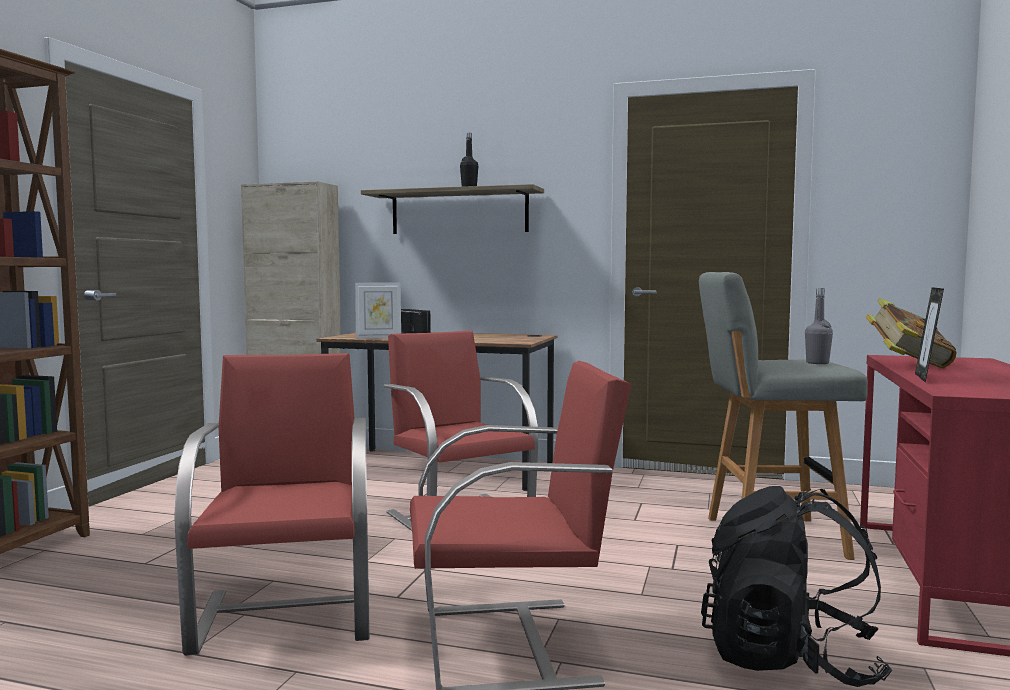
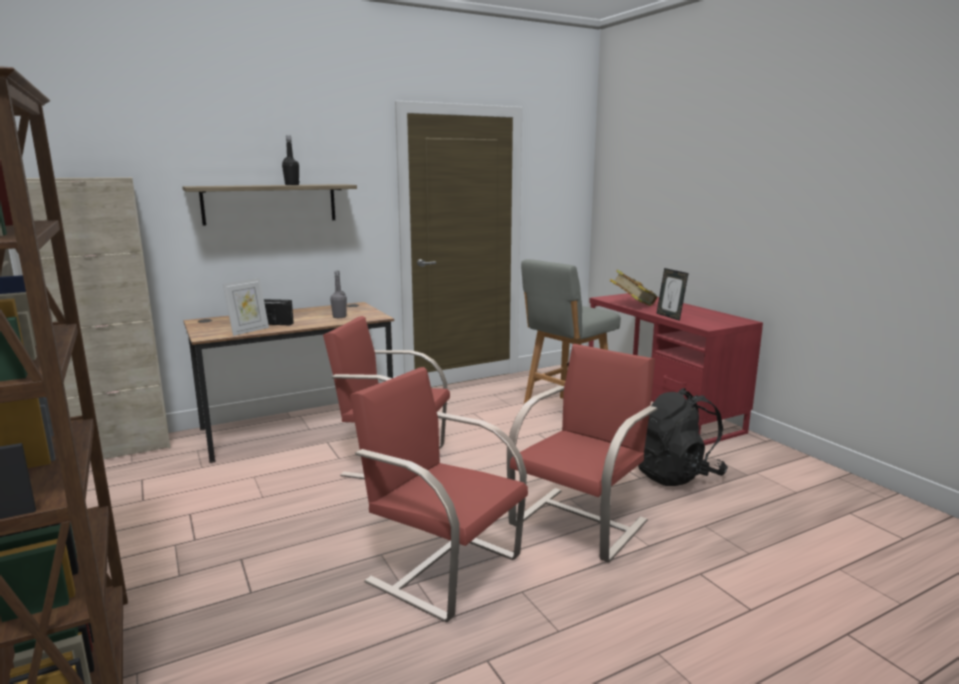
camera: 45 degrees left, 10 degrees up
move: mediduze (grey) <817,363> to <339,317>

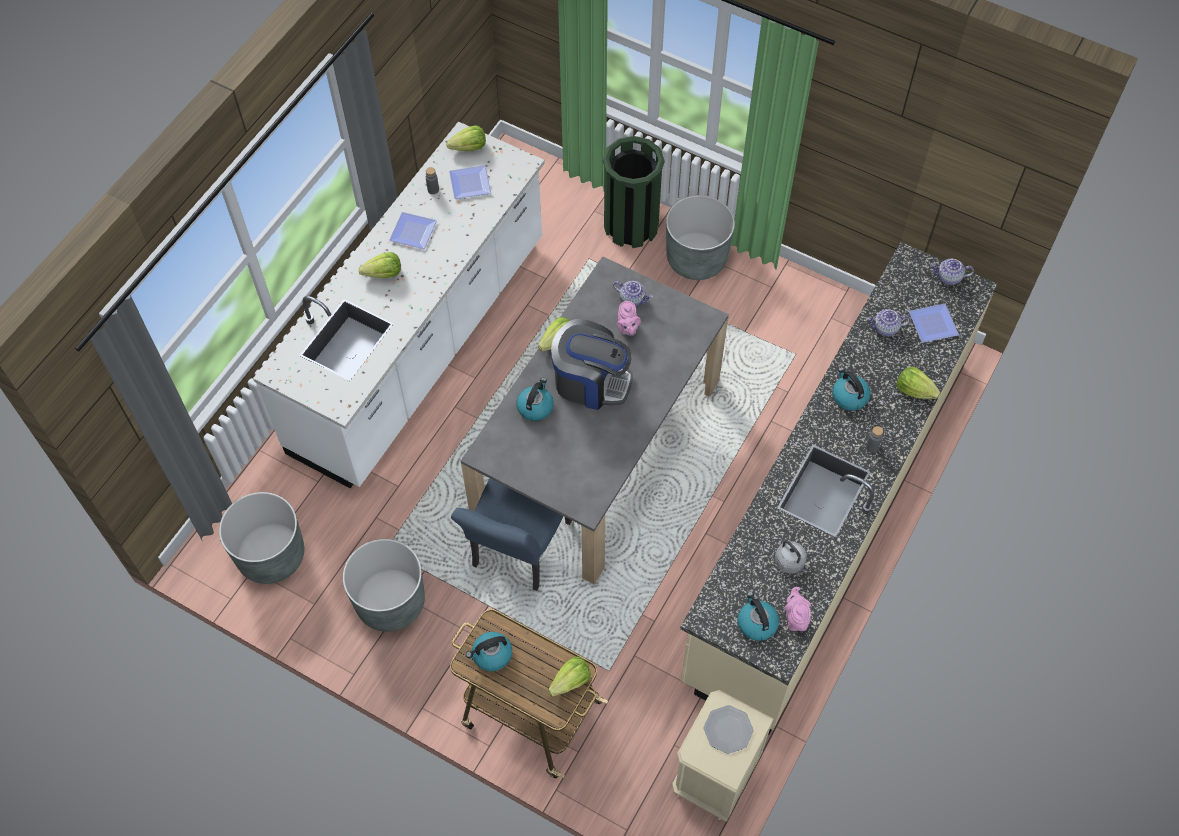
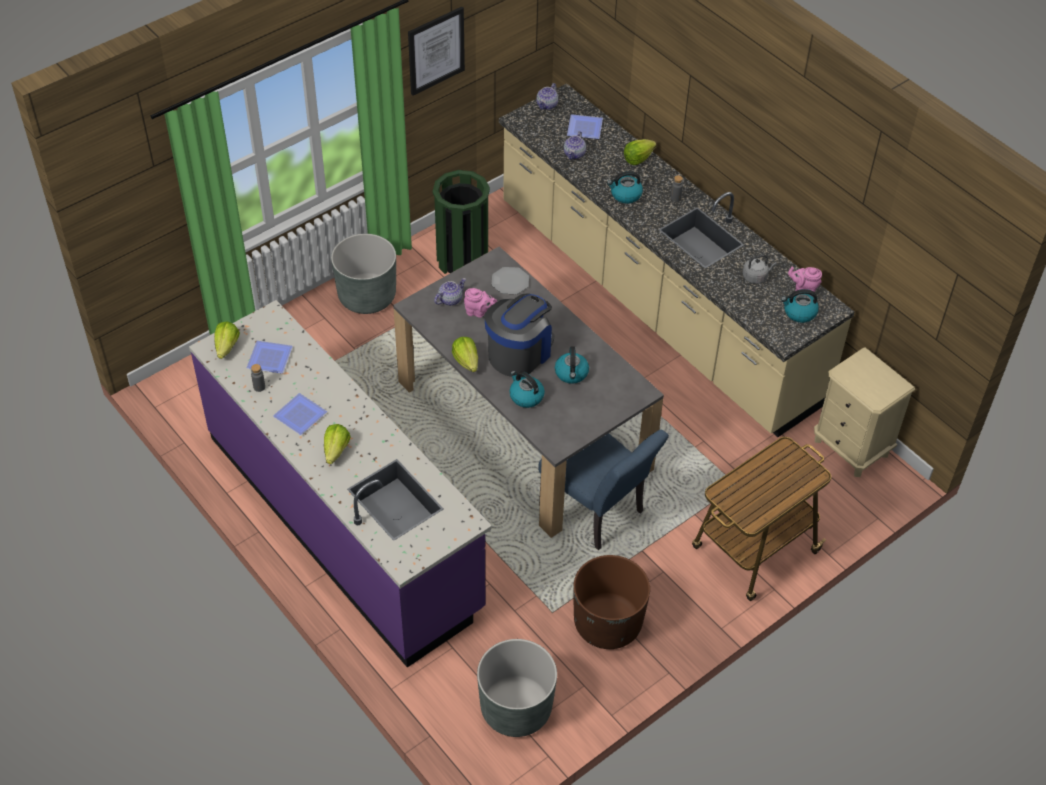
camera: 70 degrees left, 10 degrees down
delete: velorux <570,681>
insert: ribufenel <436,50>
move: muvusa <491,655> to <571,373>; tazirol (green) <631,226> to <462,260>; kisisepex <728,730> to <510,281>
recolor: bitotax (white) <421,346> to bitotax (purple) <344,521>; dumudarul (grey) <390,602> to dumudarul (brown) <607,623>

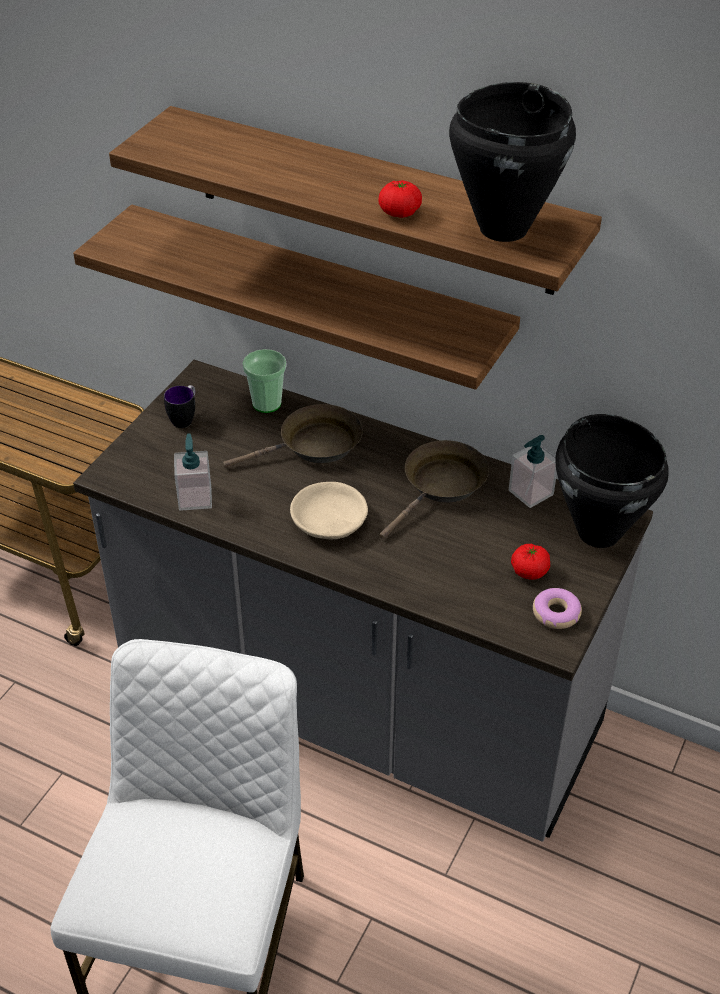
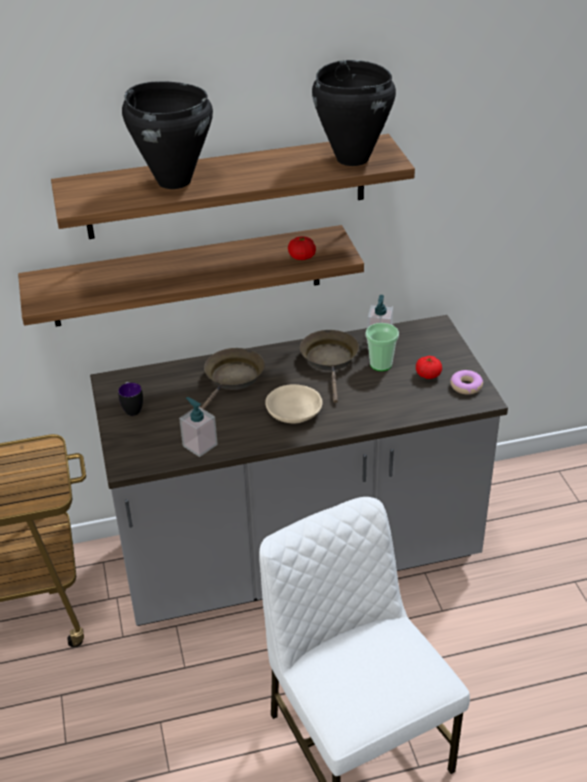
camera: 40 degrees left, 5 degrees down
move: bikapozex <266,403> to <381,364>; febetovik <399,212> to <302,257>; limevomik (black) <599,532> to <174,181>

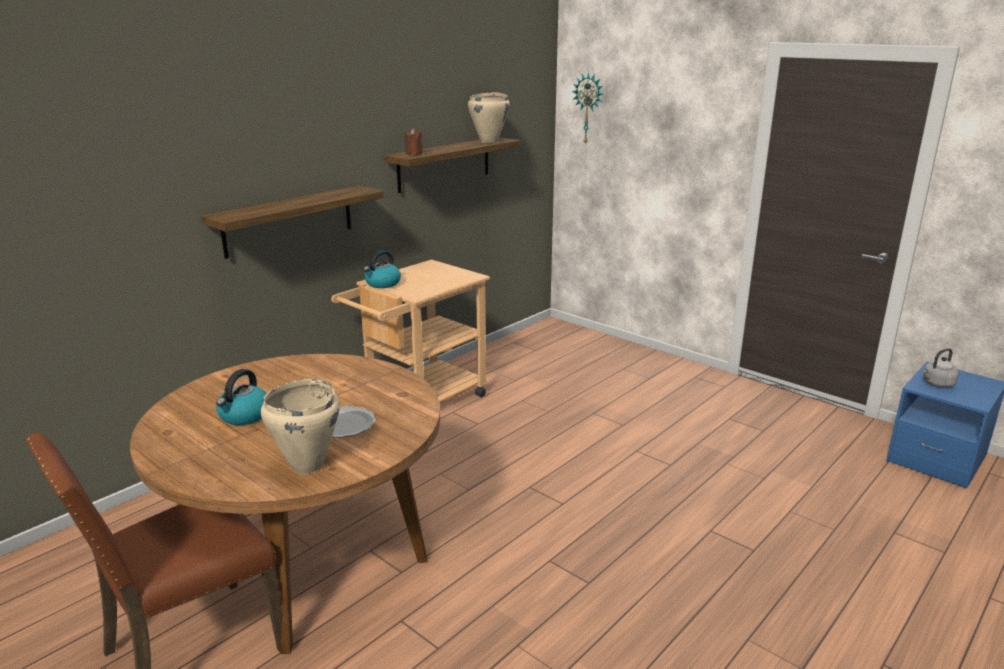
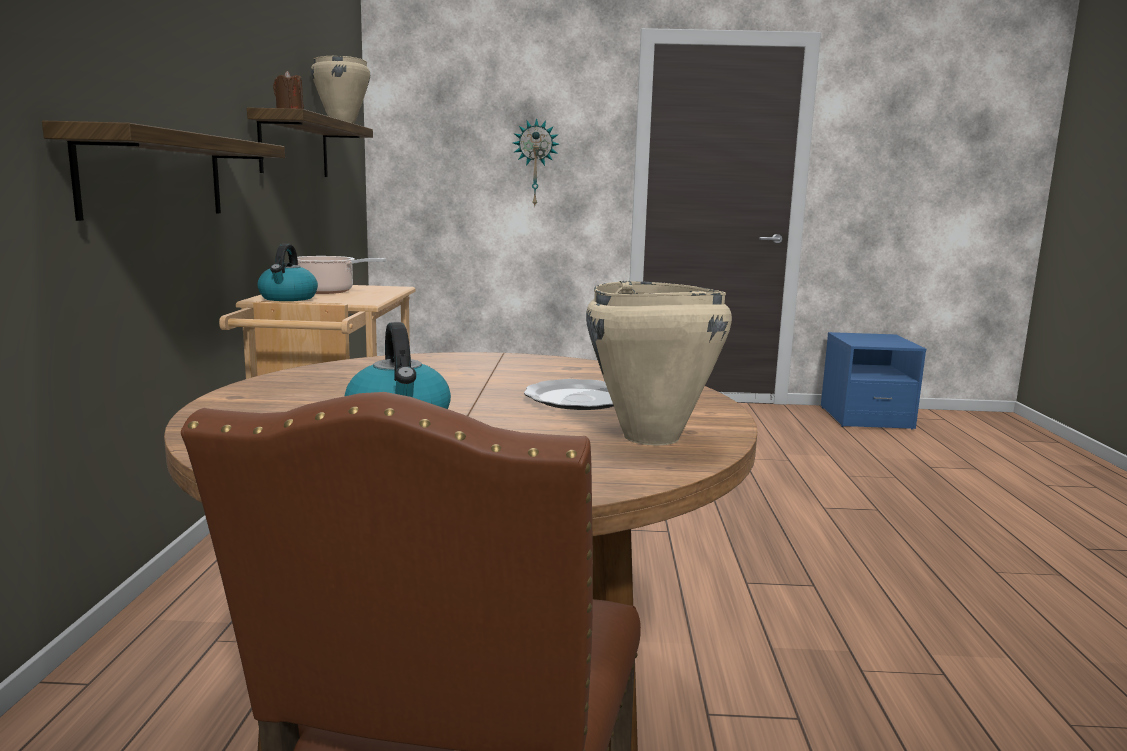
camera: 40 degrees left, 10 degrees down
delete: muvusa (grey) <936,384>
insert: limevomik <328,292>
move: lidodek <588,108> to <535,163>

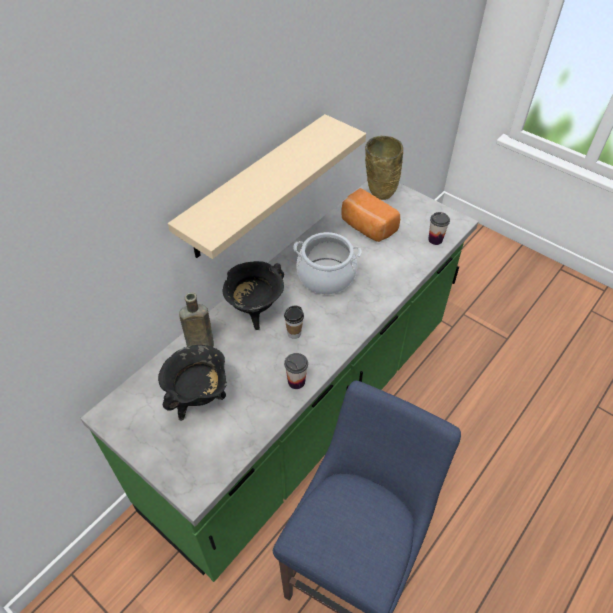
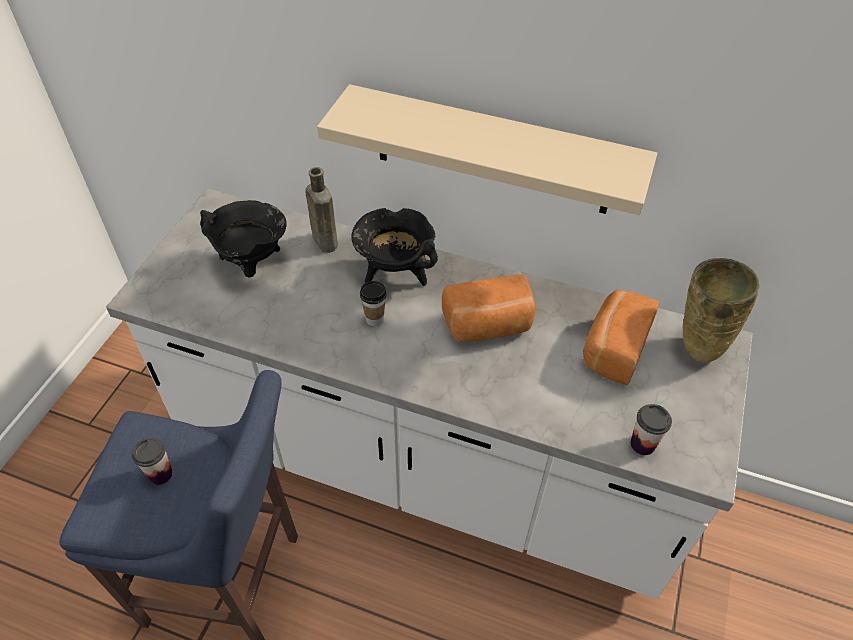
camera: 70 degrees right, 0 degrees up
move: bikapozex <296,381> to <160,474>
replace: limevomik <326,276> to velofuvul <488,326>
recolor: bitotax (green) <305,413> to bitotax (white) <424,465>

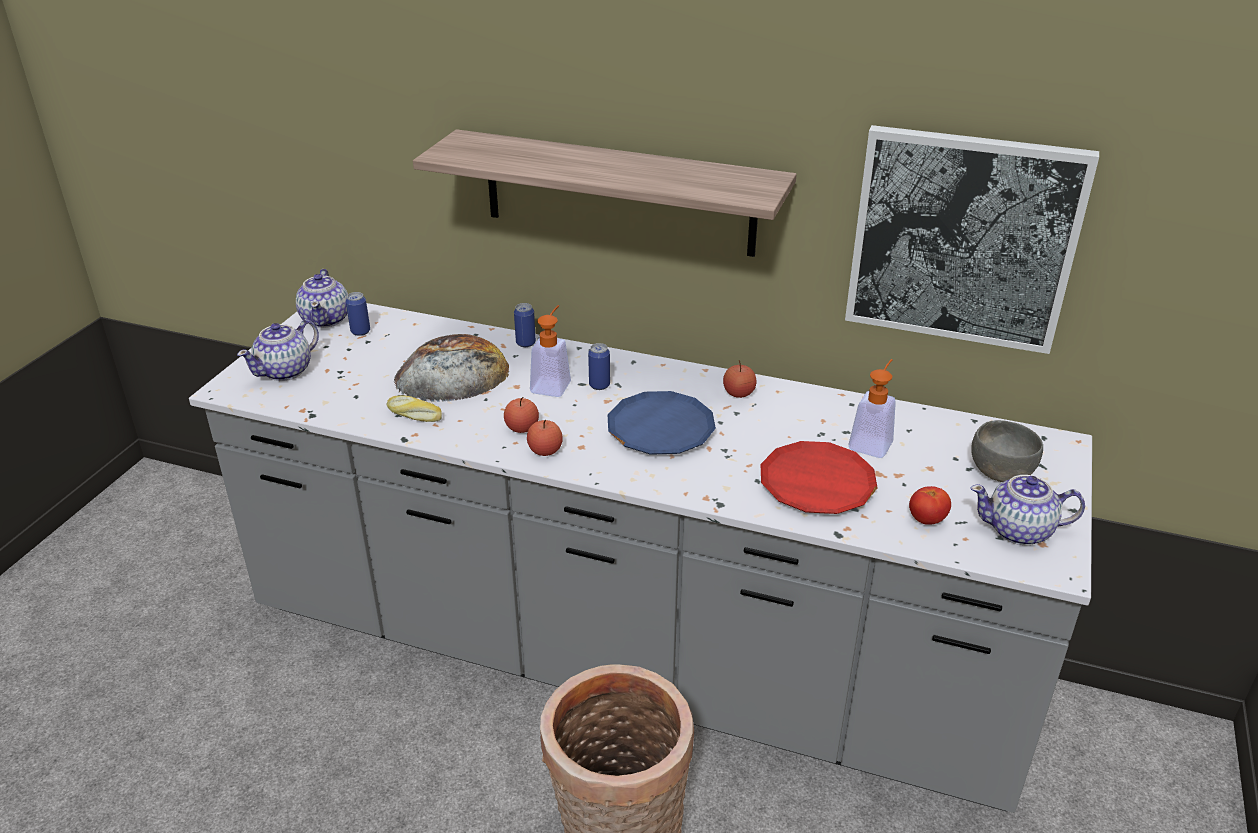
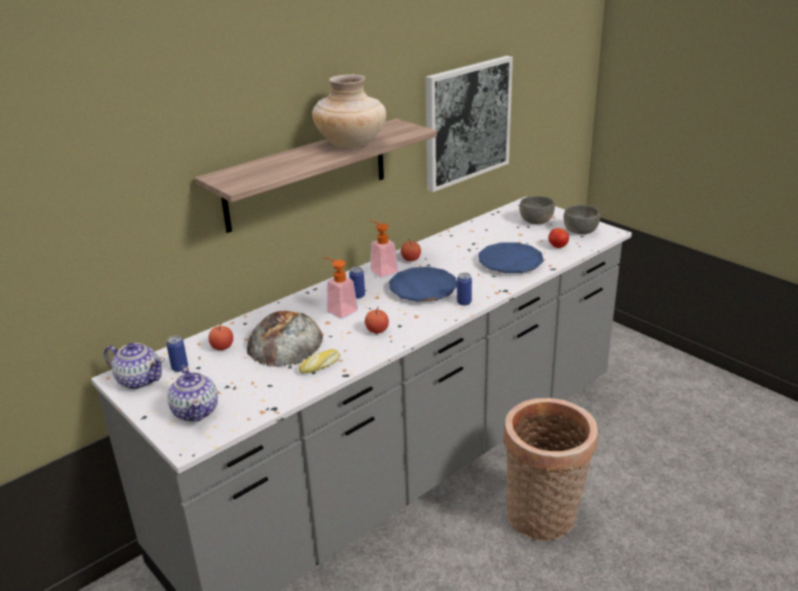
camera: 60 degrees left, 5 degrees down
insert: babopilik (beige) <351,144>
move: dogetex <525,343> to <464,302>; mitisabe <545,451> to <222,347>; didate <872,441> to <381,270>
replace: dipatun <1020,531> to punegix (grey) <580,231>
recolor: kisisepex (red) <817,484> to kisisepex (blue) <510,262>

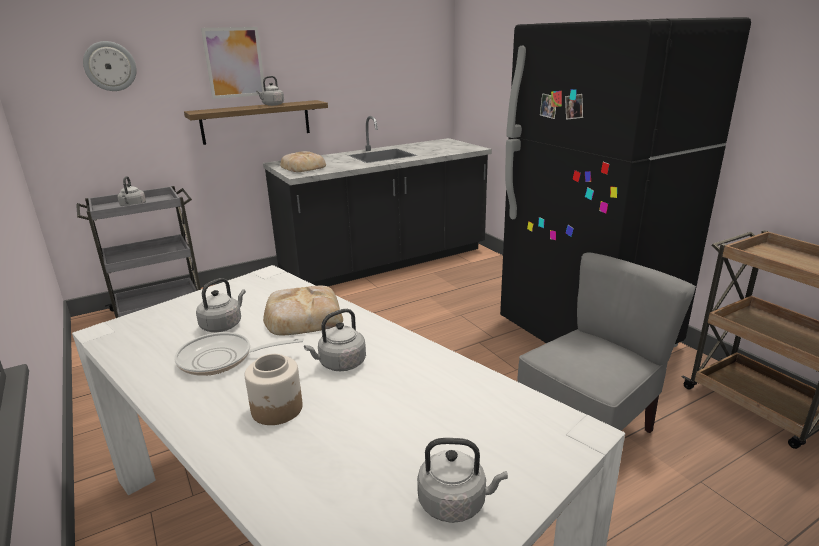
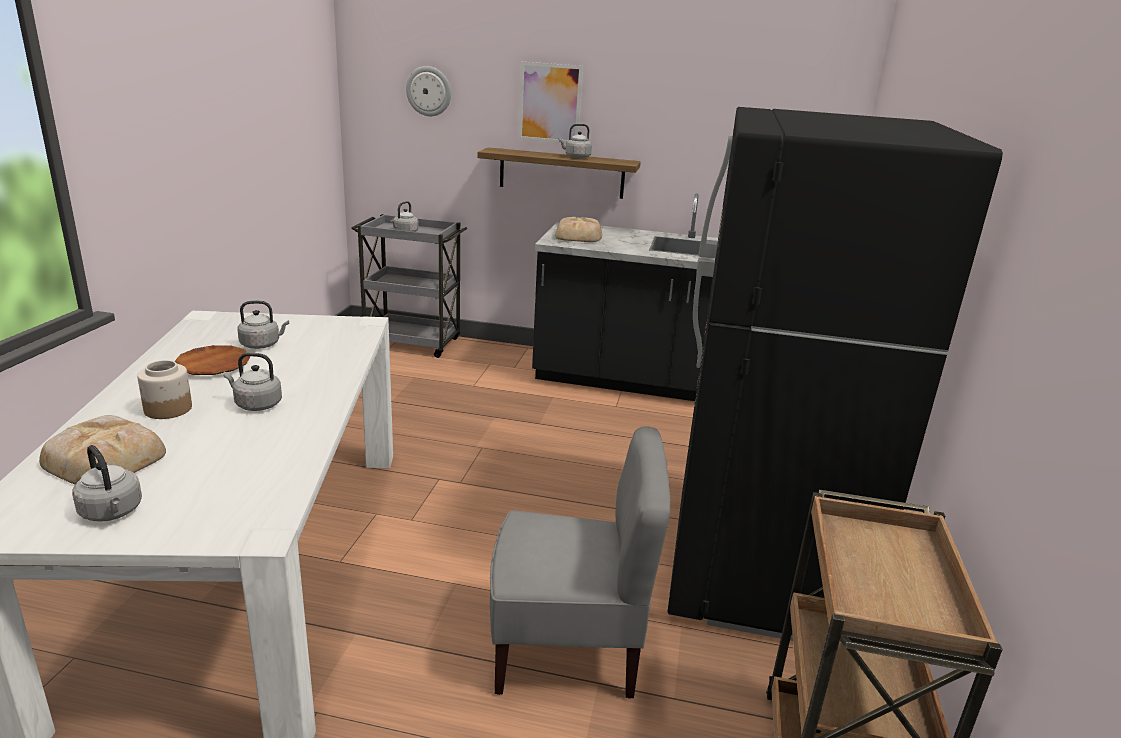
camera: 40 degrees right, 0 degrees up
move: velofuvul <302,317> to <105,459>
replace: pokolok <222,359> to kisisepex (brown) <213,365>

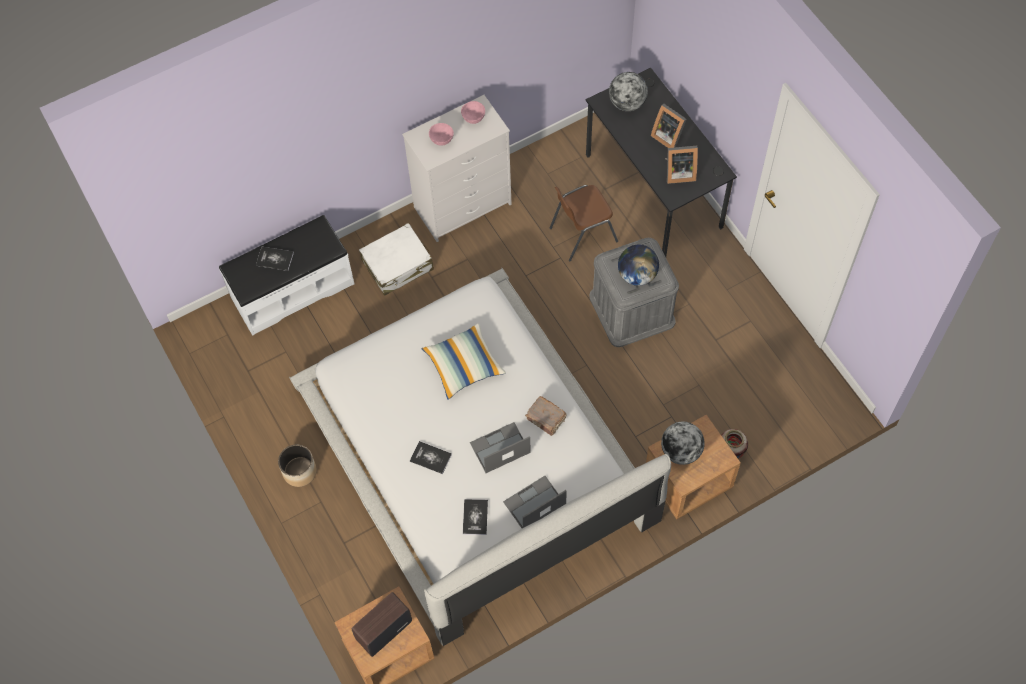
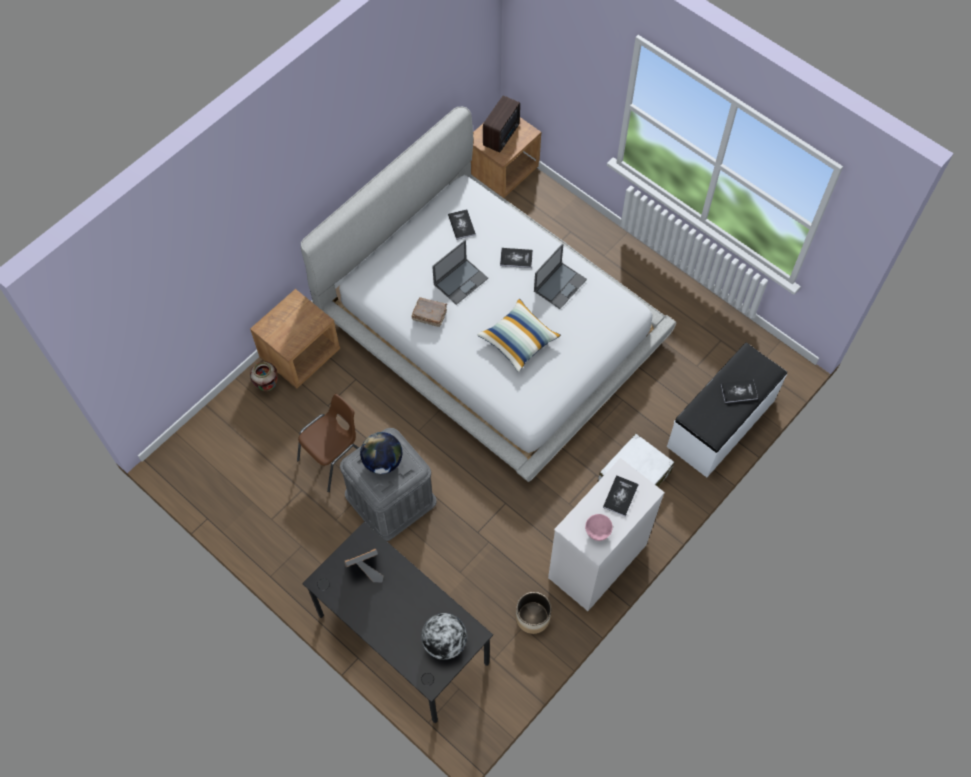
camera: 160 degrees right, 0 degrees up
delete: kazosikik <668,136>; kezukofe <681,451>
move: dumudarul <299,471> to <533,617>; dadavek <534,504> to <560,285>; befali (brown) <582,234> to <334,458>
replace: punegix (pink) <441,140> to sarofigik <620,496>

